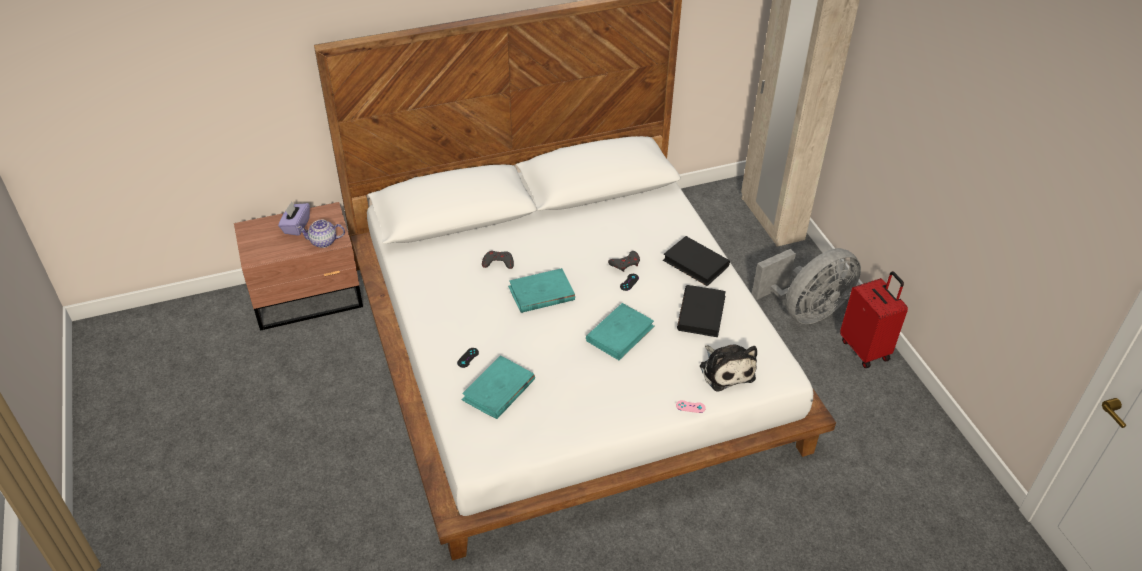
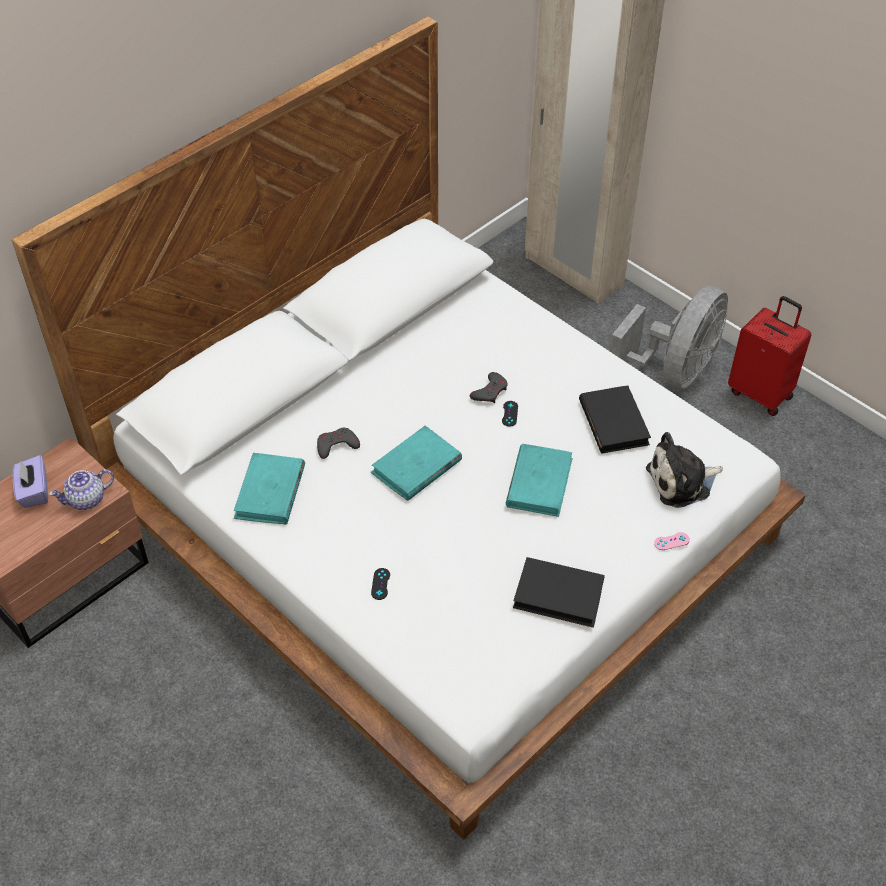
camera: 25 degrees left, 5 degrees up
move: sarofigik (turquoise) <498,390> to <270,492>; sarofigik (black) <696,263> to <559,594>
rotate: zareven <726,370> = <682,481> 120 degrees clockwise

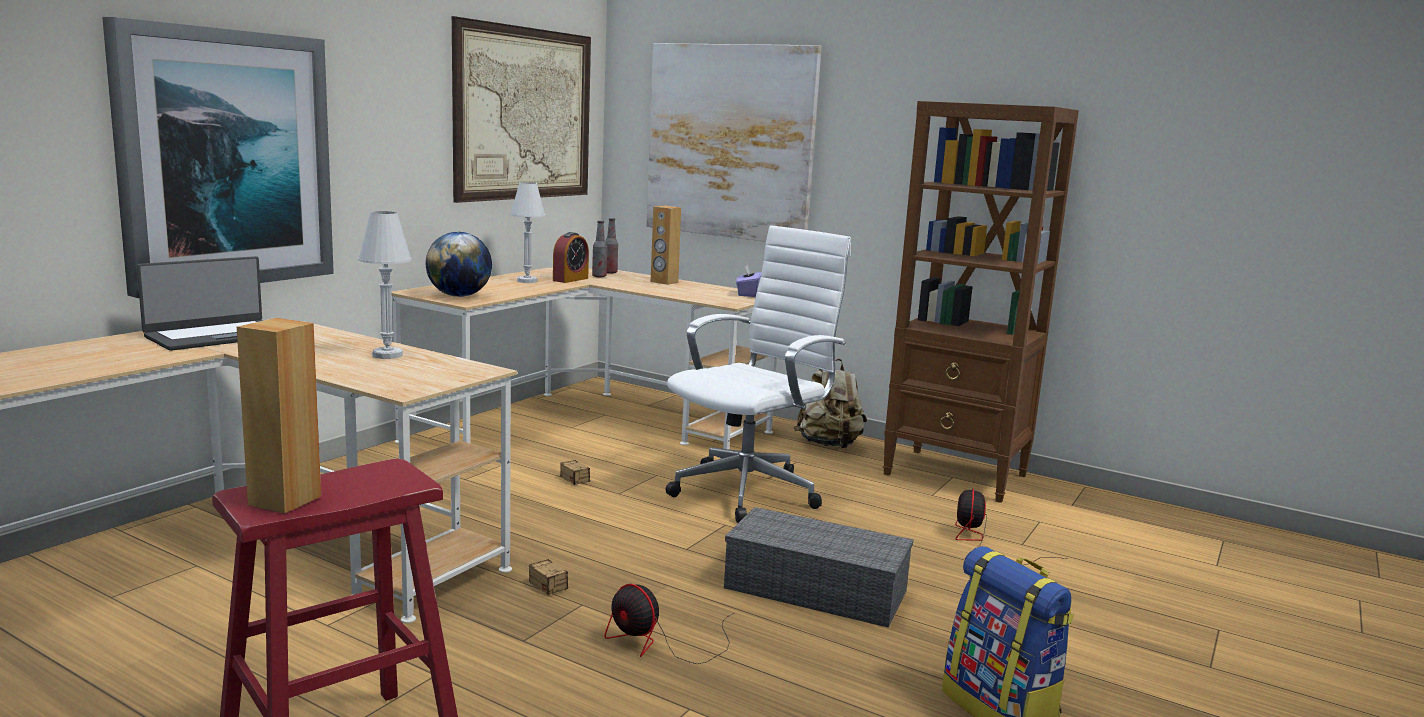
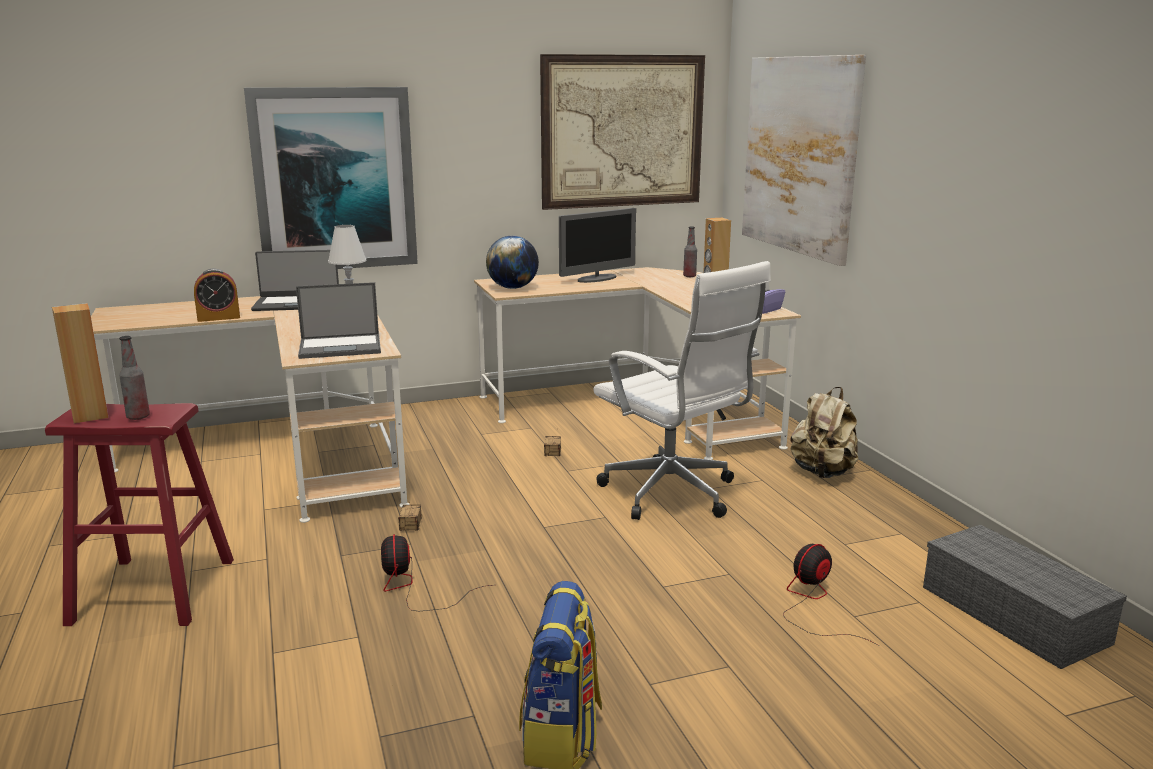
camera: 40 degrees right, 5 degrees up
delete: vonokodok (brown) <956,475>
insert: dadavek <341,347>
move: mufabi <570,279> to <219,318>; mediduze <599,276> to <138,417>; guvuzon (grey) <818,589> to <1016,615>
replace: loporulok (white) <527,281> to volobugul <597,279>
rotate: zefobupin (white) <750,491> = <674,495> 60 degrees clockwise

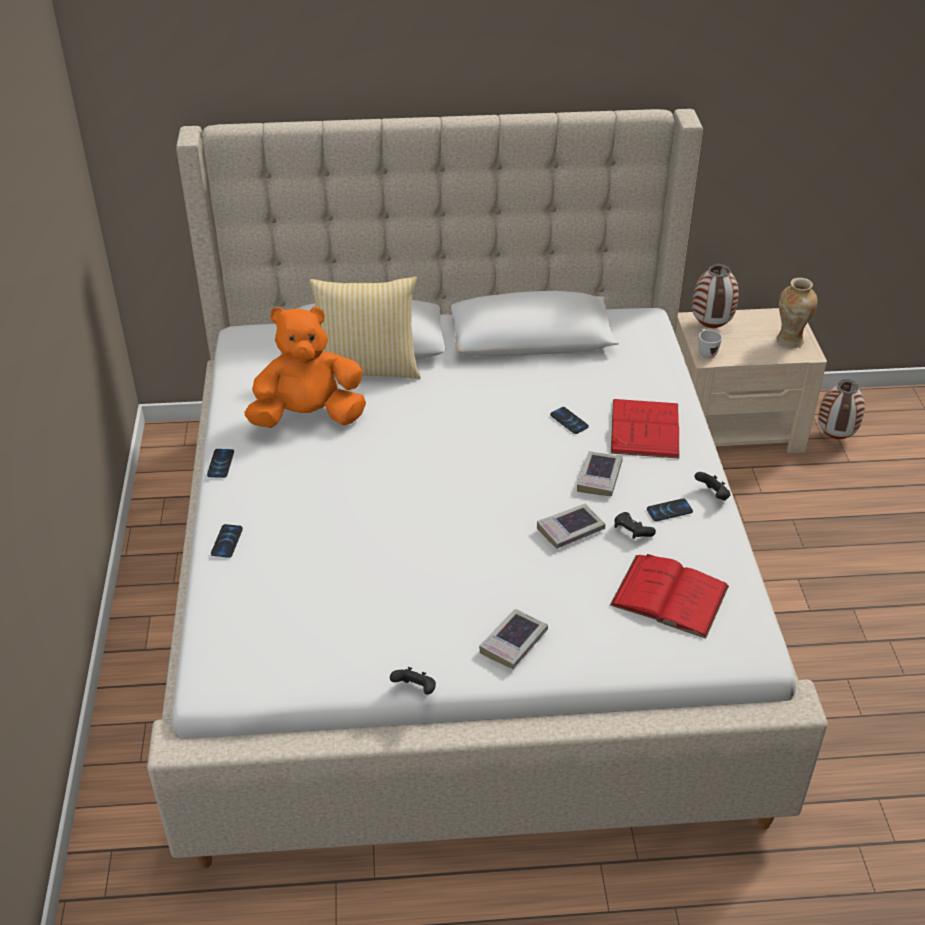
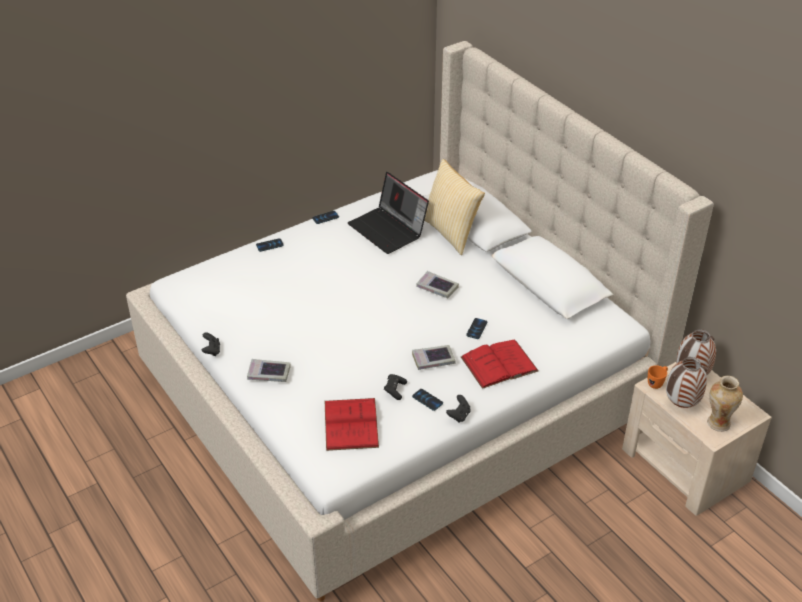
camera: 60 degrees right, 0 degrees up
move: sarofigik <570,530> to <437,287>; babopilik <834,436> to <681,404>
replace: zareven (orange) <308,417> to dadavek <389,230>
recolor: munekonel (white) <705,352> to munekonel (orange) <656,383>

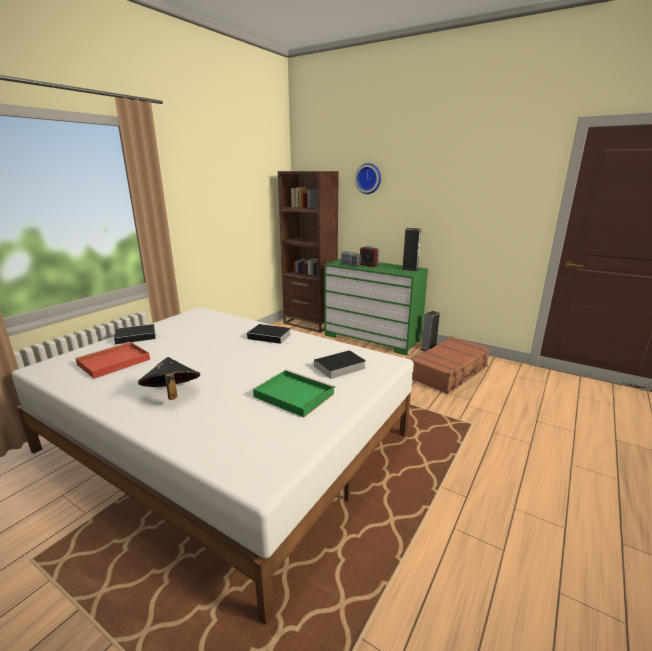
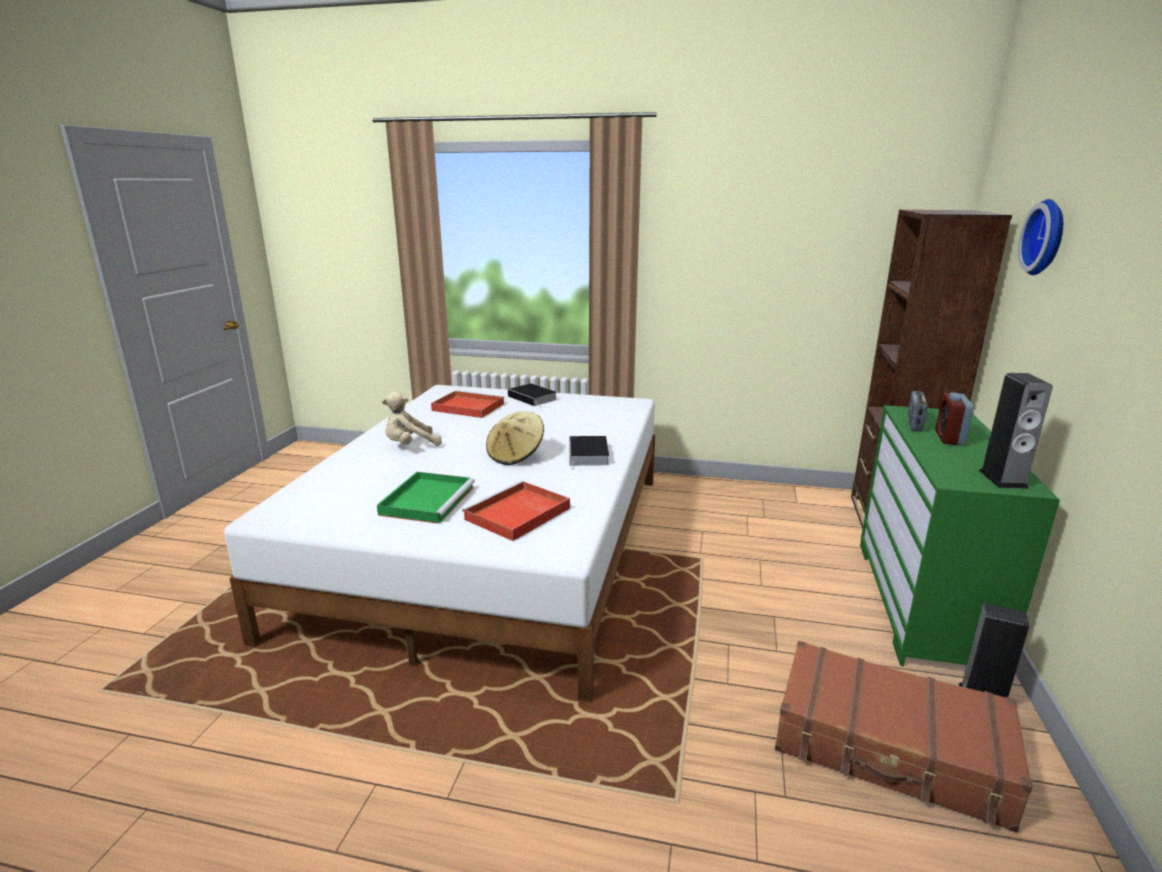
camera: 70 degrees right, 0 degrees up
insert: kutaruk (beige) <516,455>
replace: kutaruk (black) <172,395> to zareven (beige) <410,446>; sarofigik <338,367> to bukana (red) <516,515>

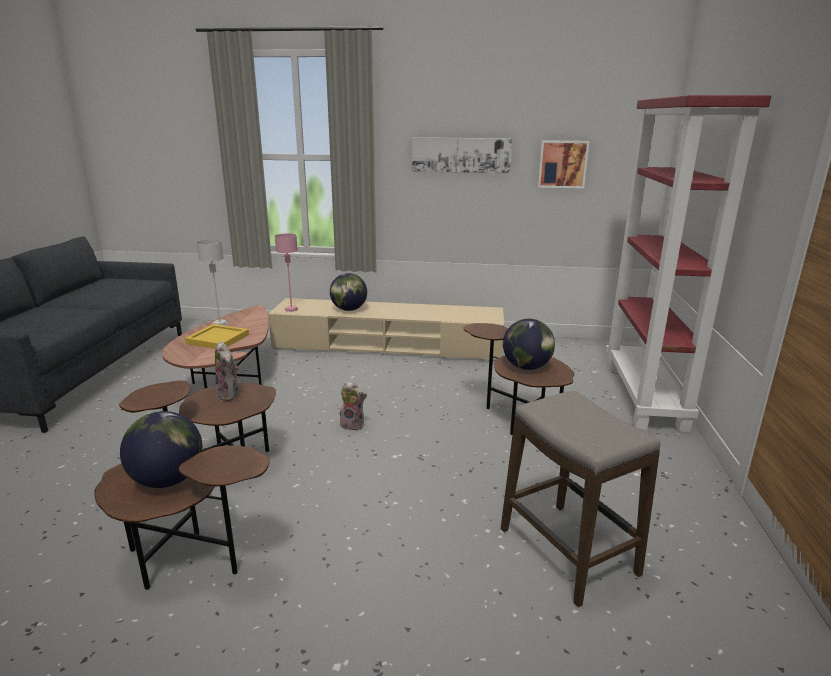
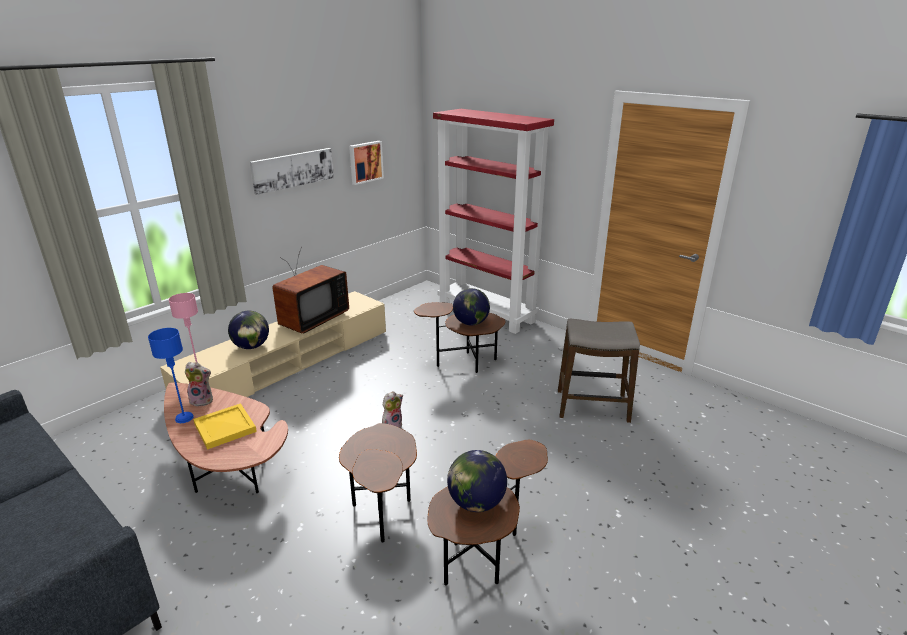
camera: 55 degrees left, 5 degrees up
insert: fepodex <310,319>
move: zareven <230,395> to <203,400>
recolor: loporulok (grey) <220,324> to loporulok (blue) <184,418>

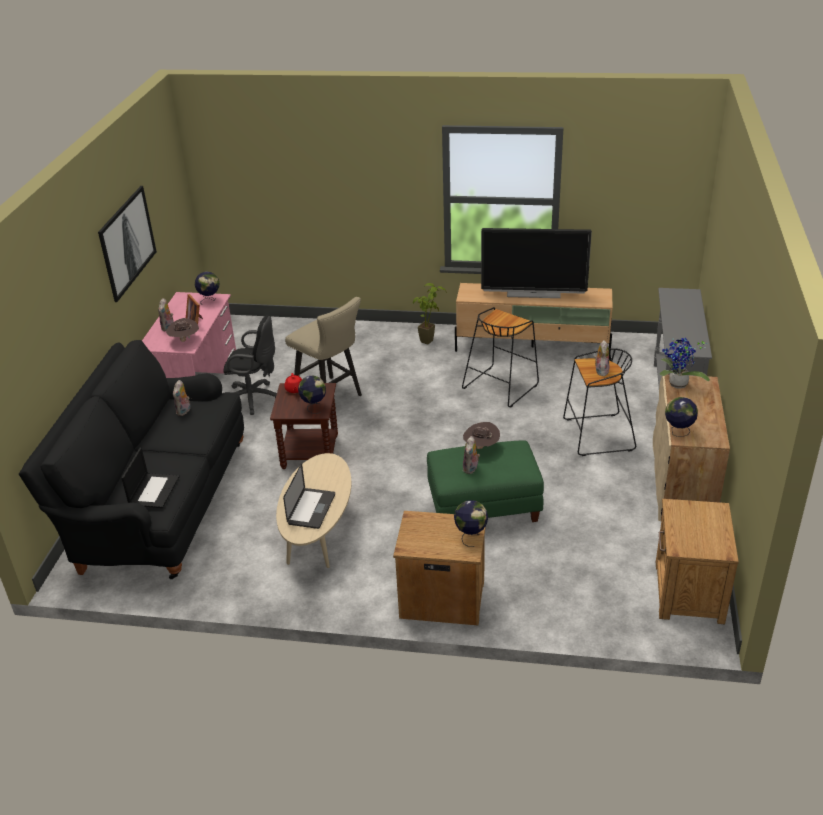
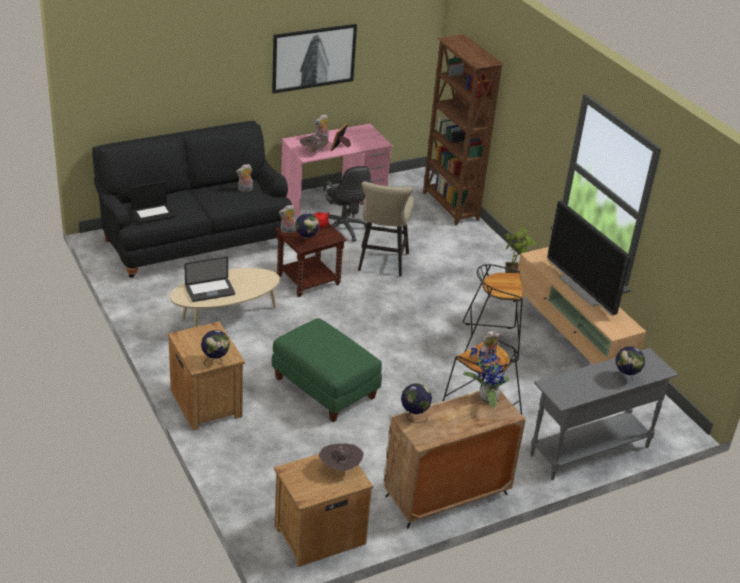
camera: 50 degrees right, 0 degrees up
insert: vonokodok (brown) <450,207>
move: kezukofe <210,300> to <625,378>; kutaruk (brown) <481,447> to <340,468>; zareven <471,469> to <287,231>

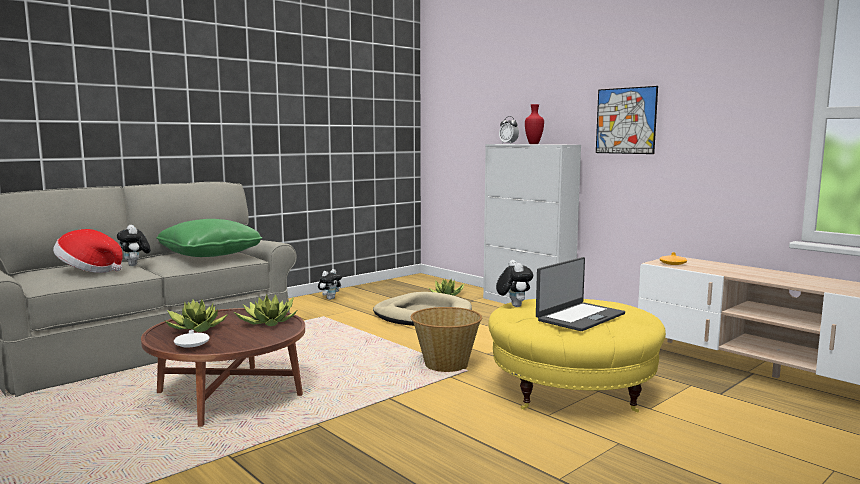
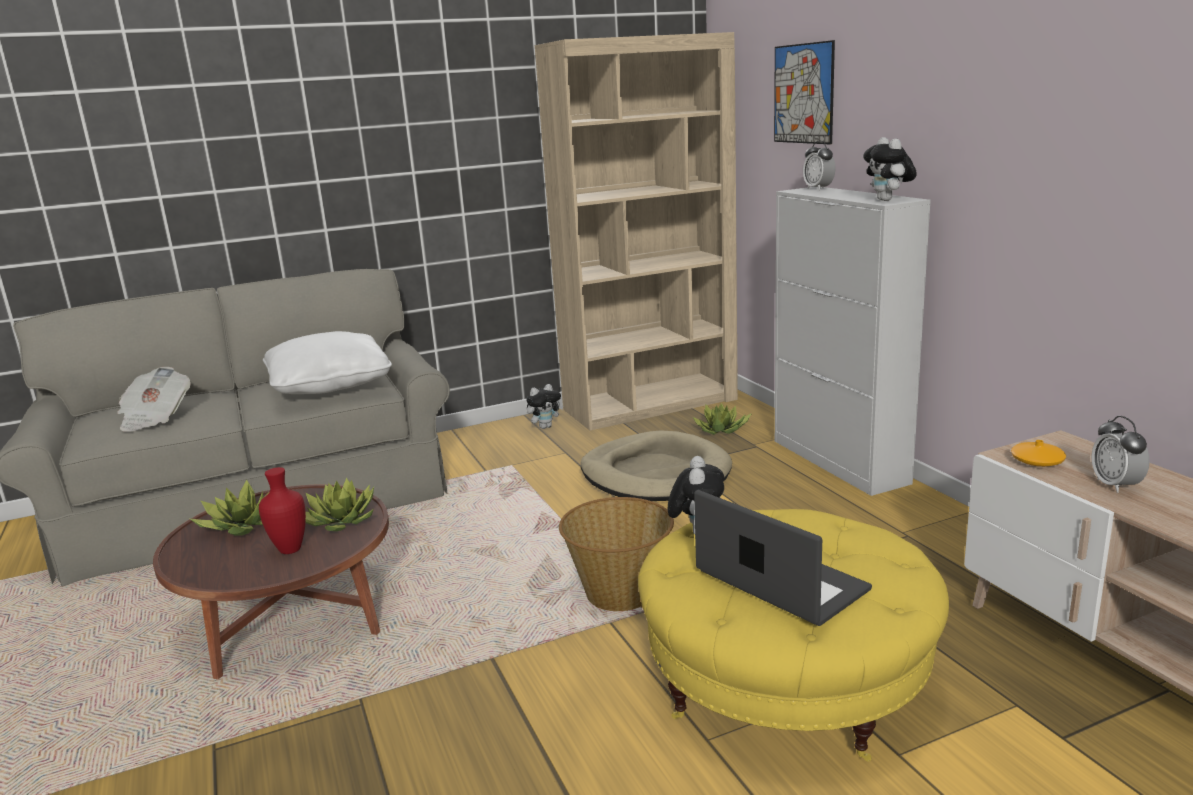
camera: 20 degrees right, 10 degrees up
delete: babopilik (white) <192,345>
insert: vonokodok (beige) <650,404>; mufabi <1115,485>
move: zareven <135,265> to <888,200>; babopilik (red) <533,144> to <291,549>; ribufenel <625,121> to <803,94>
replace: kutaruk <89,271> to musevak <155,418>
recolor: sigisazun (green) <210,254> to sigisazun (white) <329,385>
rotate: dadavek <579,317> = <779,582> 105 degrees counterclockwise

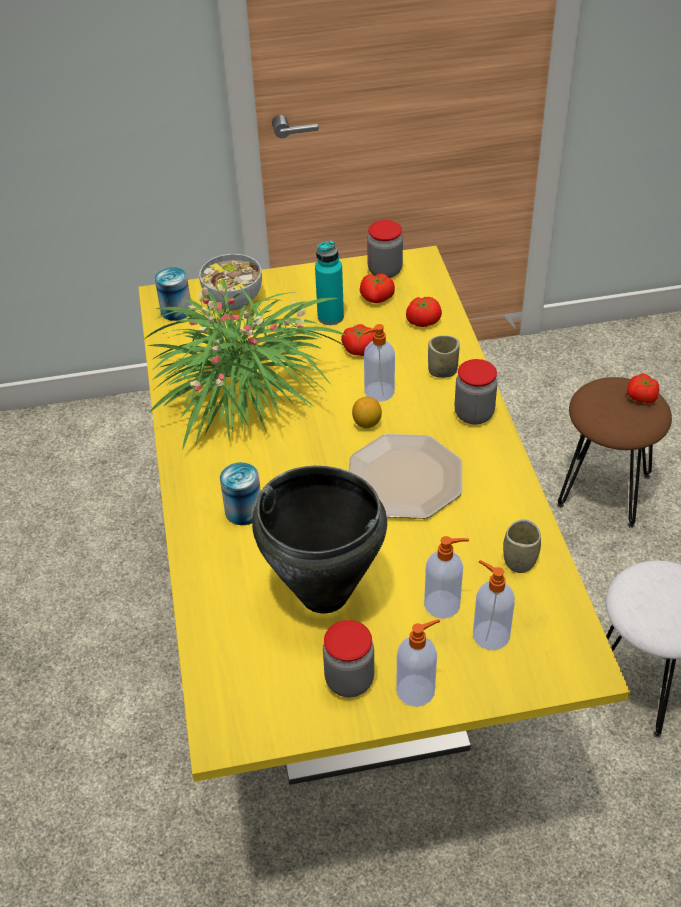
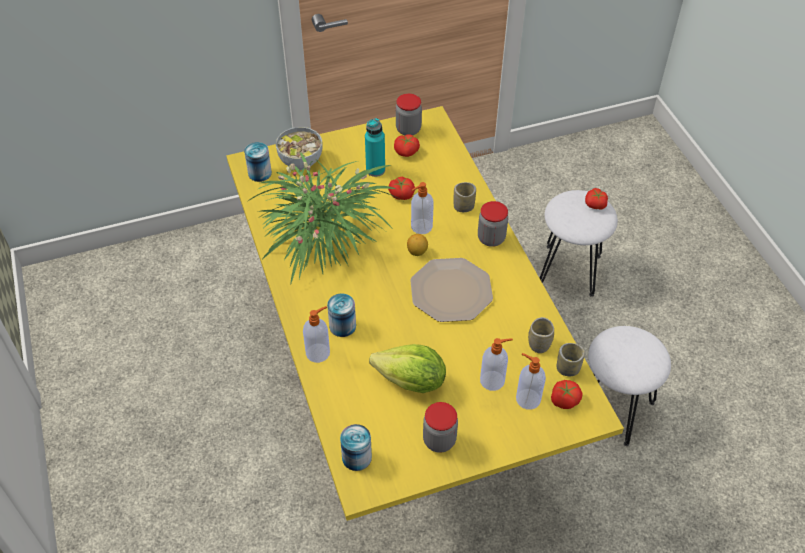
camera: 10 degrees left, 5 degrees up
insert: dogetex <356,457>; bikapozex <568,368>
move: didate <417,690> to <318,352>; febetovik <422,320> to <564,399>
replace: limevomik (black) <324,595> to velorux <411,382>
recolor: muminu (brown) <605,491> to muminu (white) <570,270>

